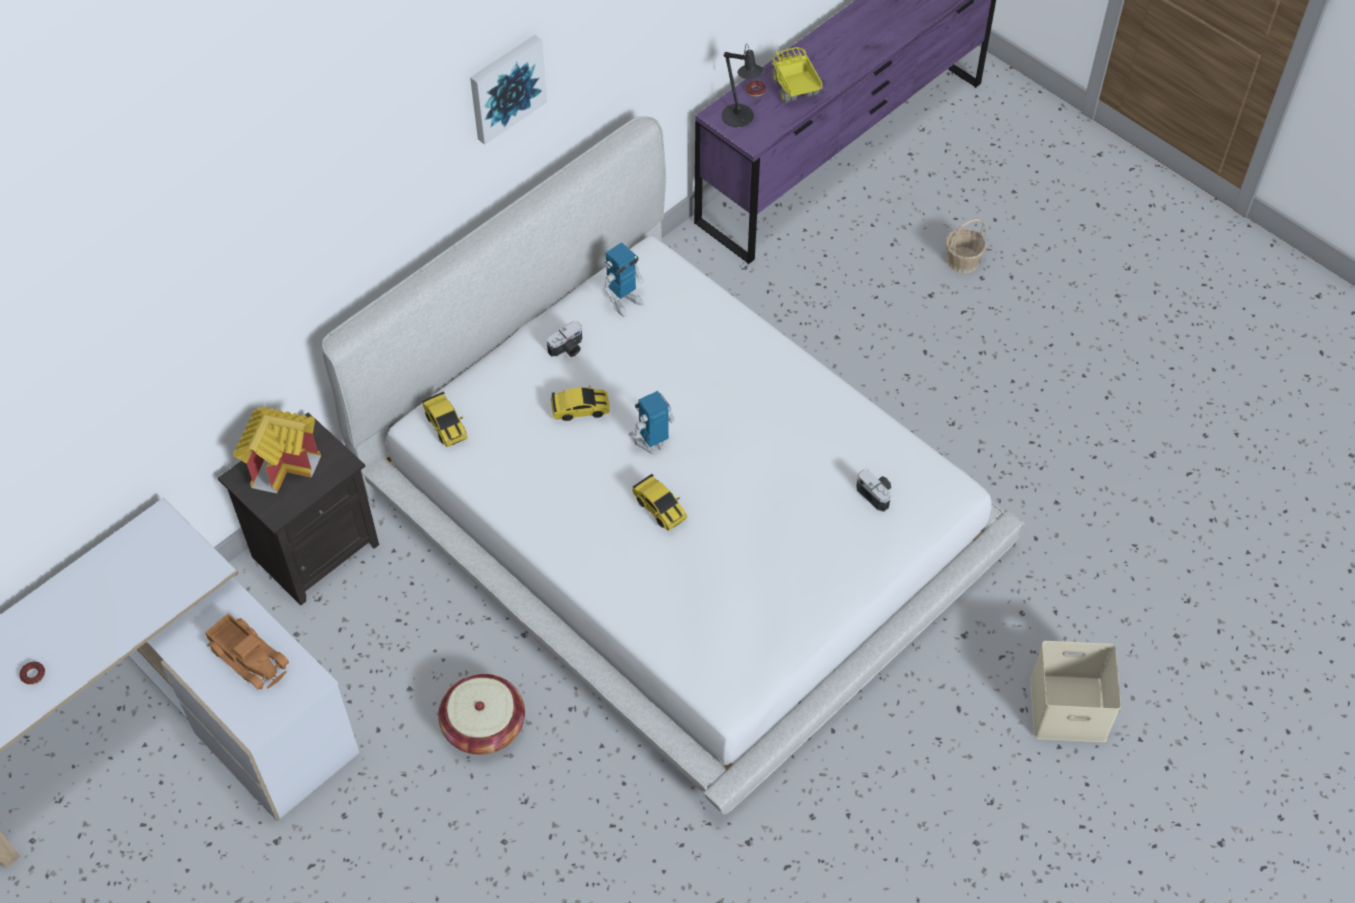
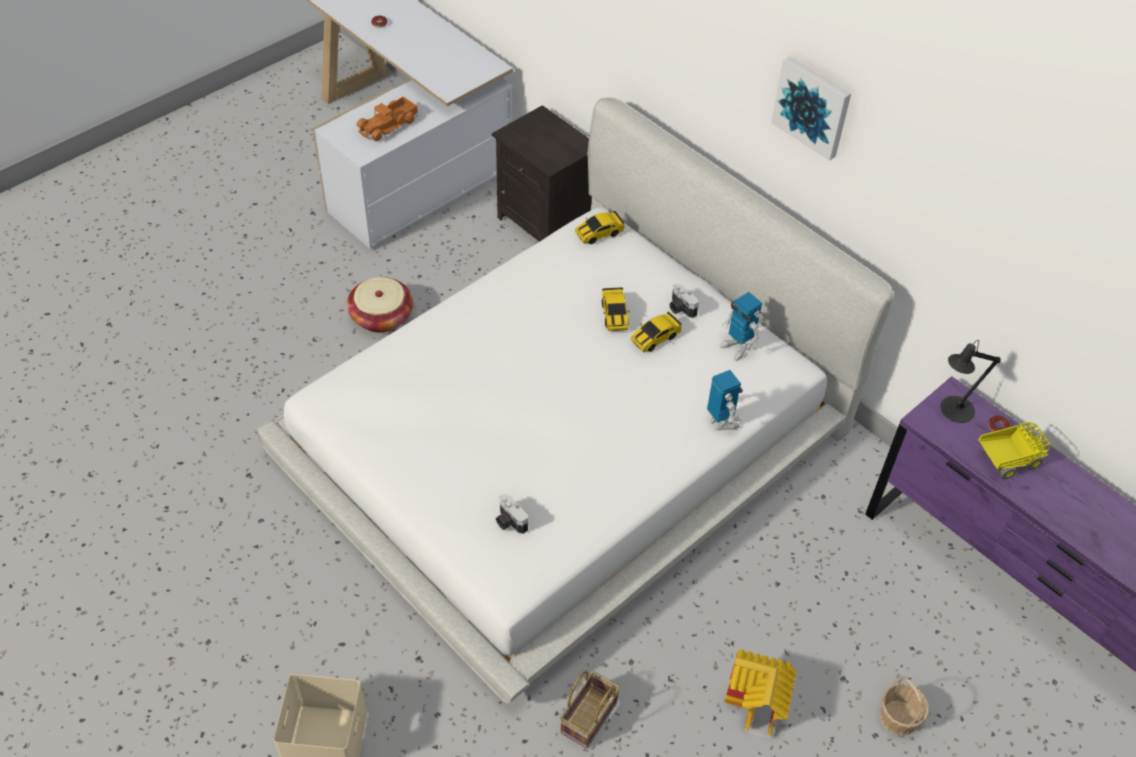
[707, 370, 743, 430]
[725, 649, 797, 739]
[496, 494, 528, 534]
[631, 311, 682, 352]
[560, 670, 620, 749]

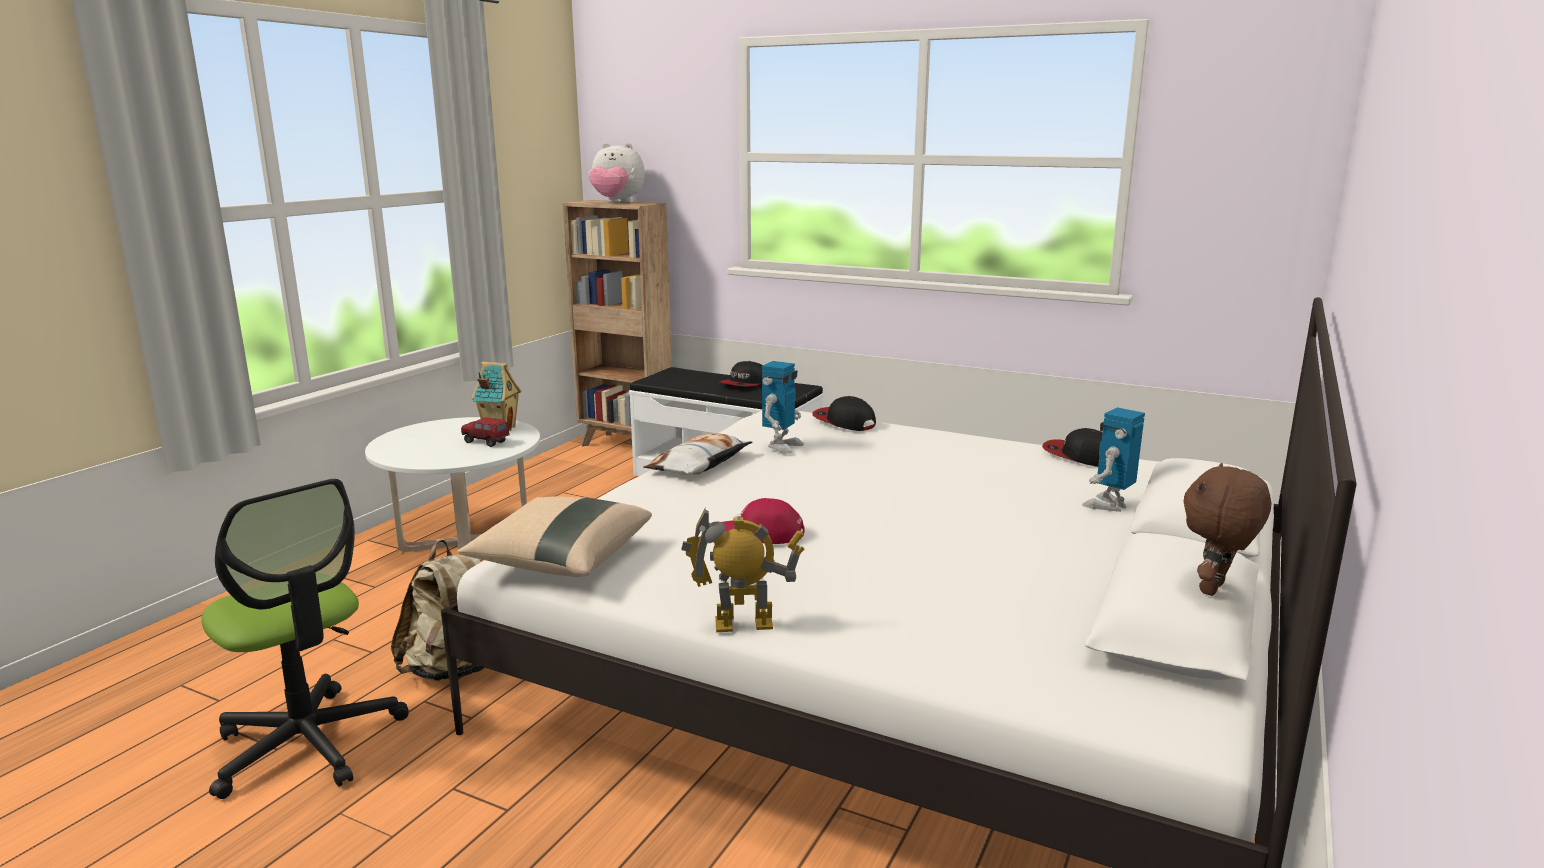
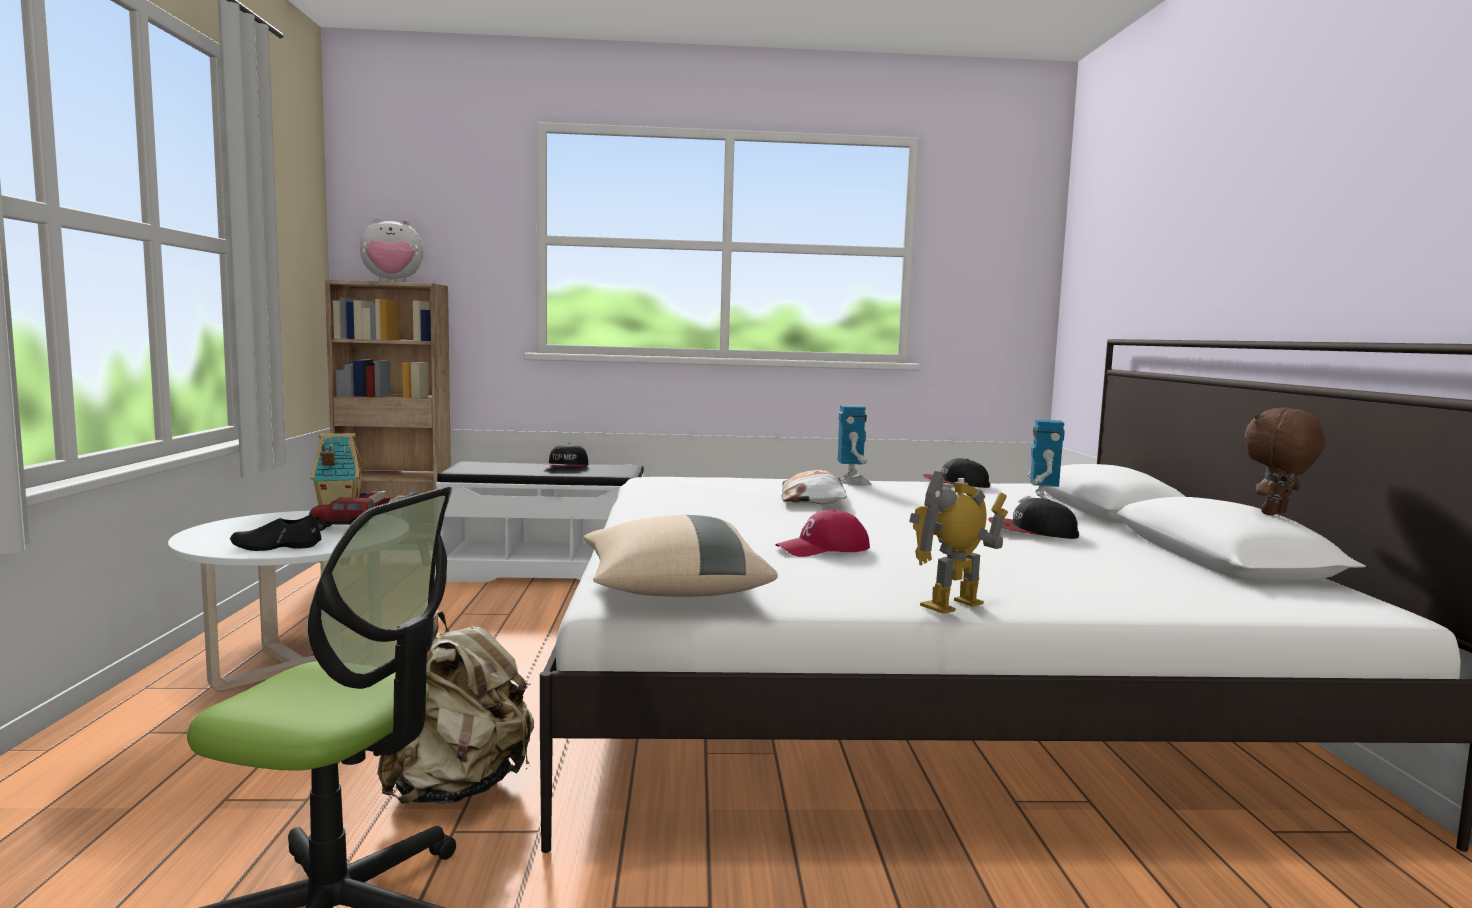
[838, 405, 872, 485]
[988, 498, 1079, 539]
[781, 470, 847, 504]
[1245, 407, 1325, 515]
[230, 513, 322, 551]

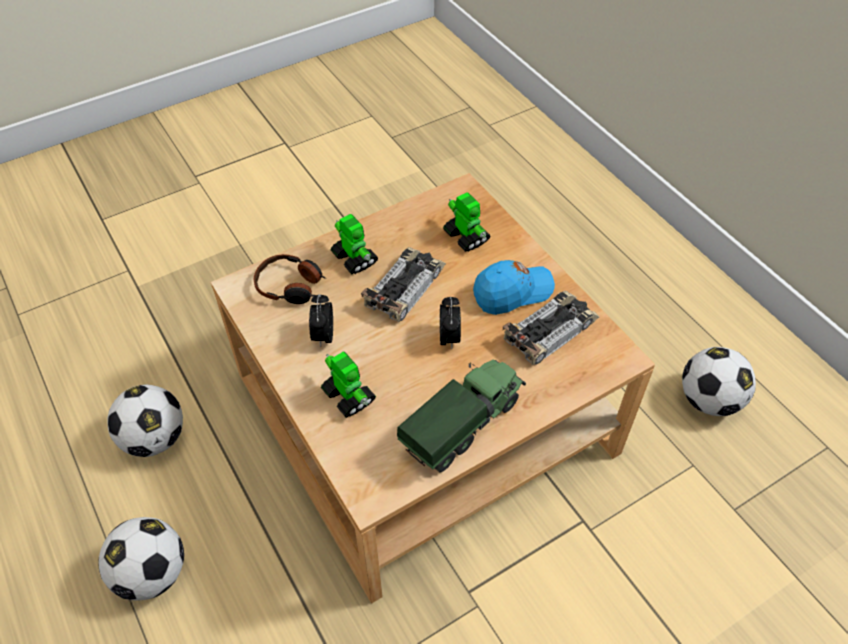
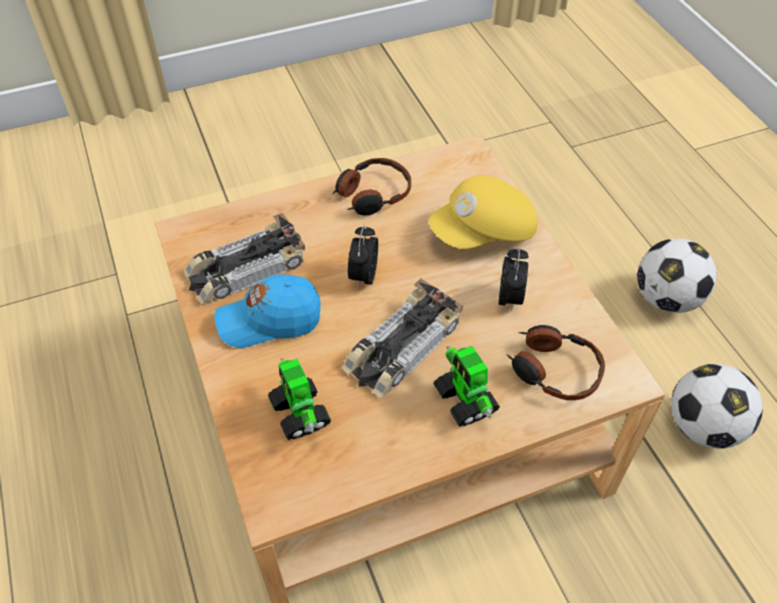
[682, 347, 756, 416] (first image)
[429, 176, 538, 249]
[332, 158, 411, 216]

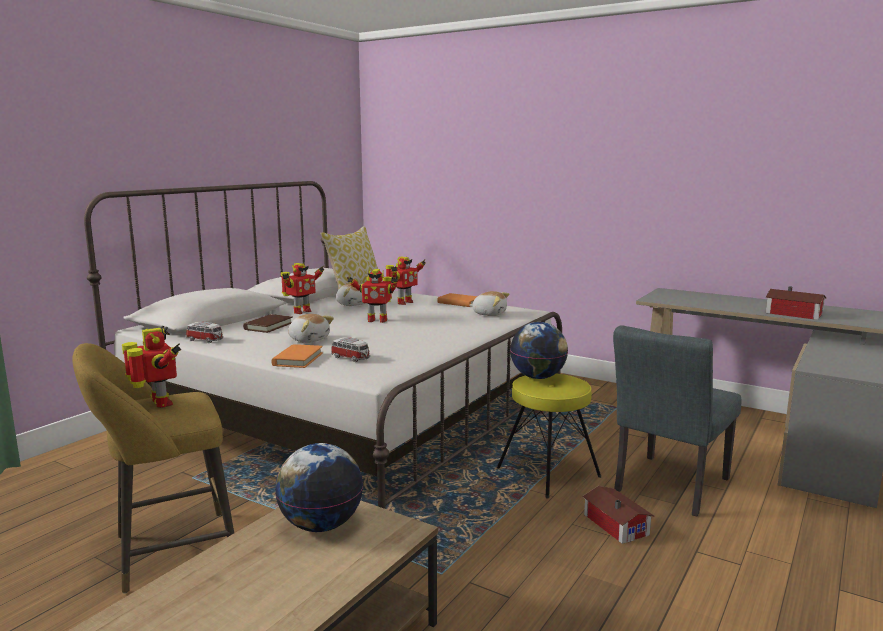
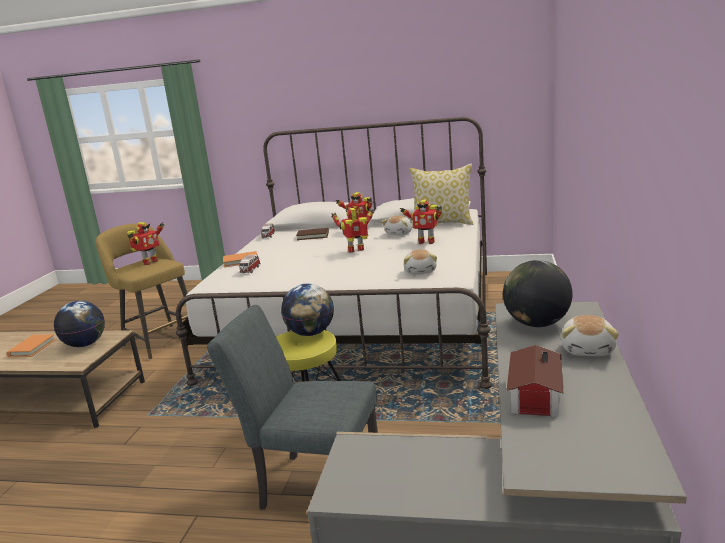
[331, 208, 374, 252]
[6, 334, 56, 357]
[561, 315, 619, 356]
[582, 486, 654, 544] (first image)
[503, 260, 573, 327]

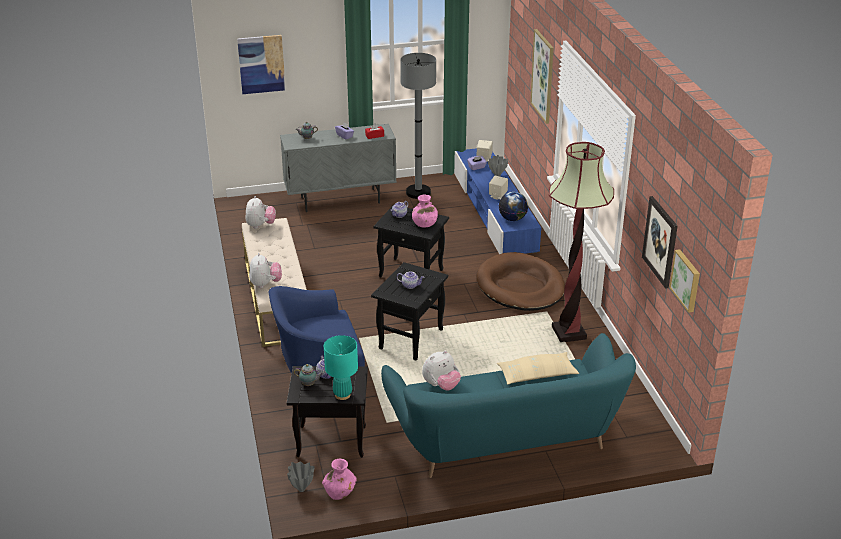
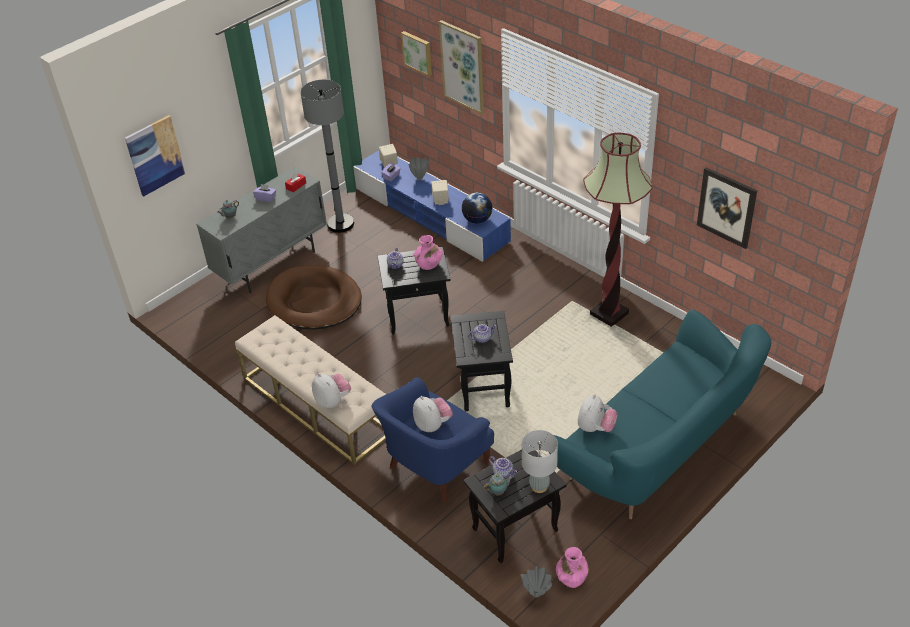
[413, 396, 453, 432]
[401, 31, 432, 76]
[266, 265, 362, 330]
[522, 430, 558, 493]
[497, 352, 579, 384] (first image)

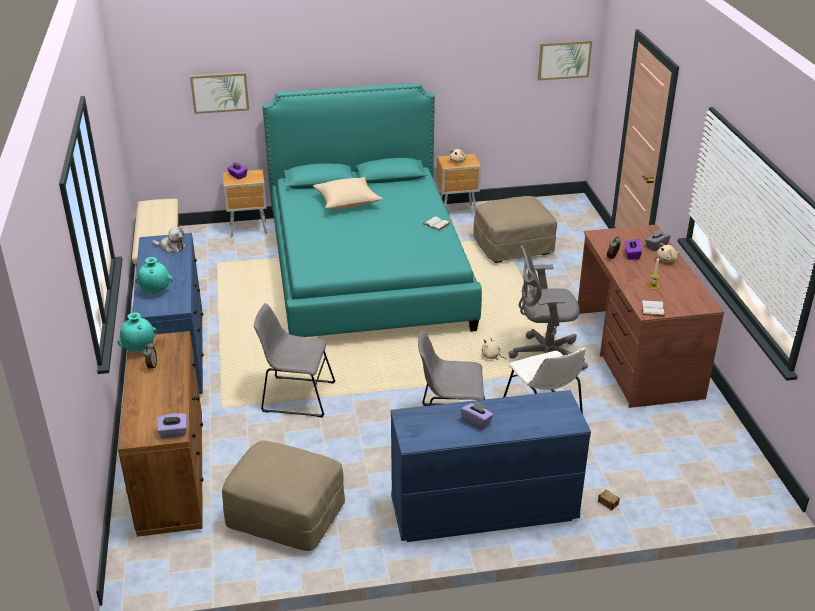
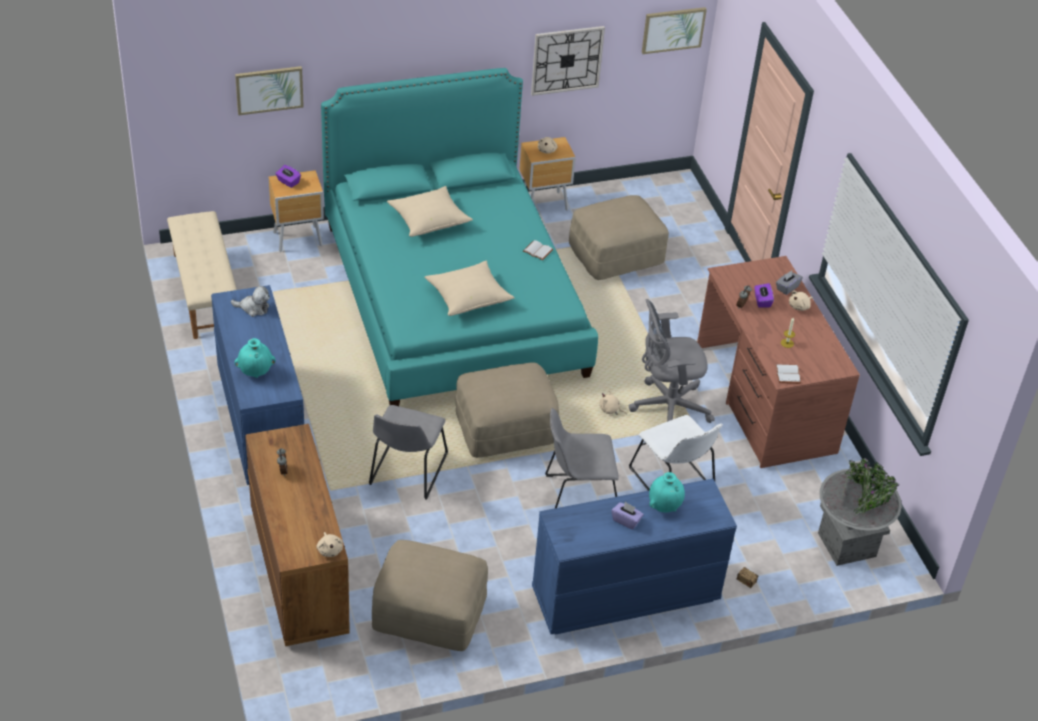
[369, 405, 448, 500]
[649, 472, 685, 512]
[316, 532, 343, 557]
[531, 26, 605, 96]
[424, 261, 515, 316]
[456, 363, 559, 458]
[818, 457, 902, 566]

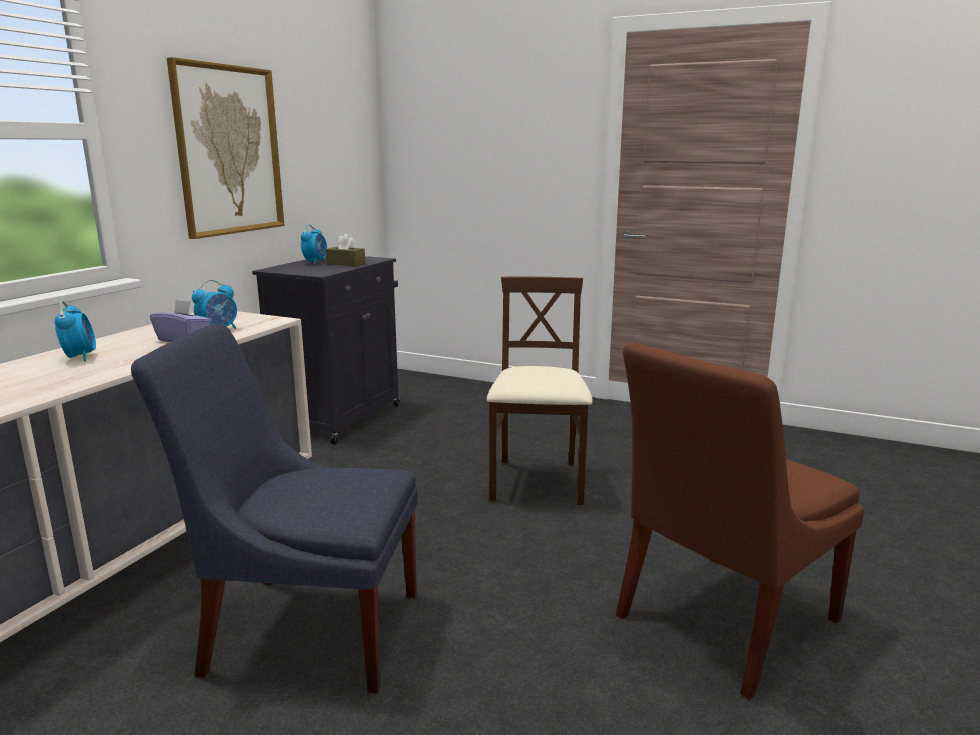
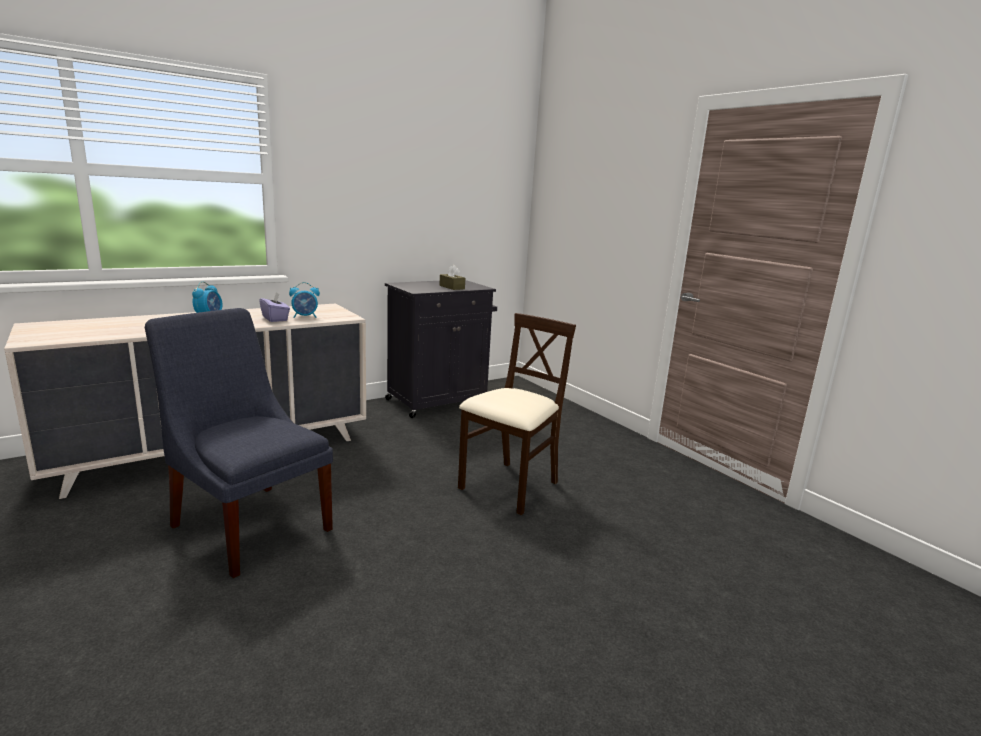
[167, 57, 285, 239] (first image)
[301, 225, 327, 264] (first image)
[616, 343, 864, 700] (first image)

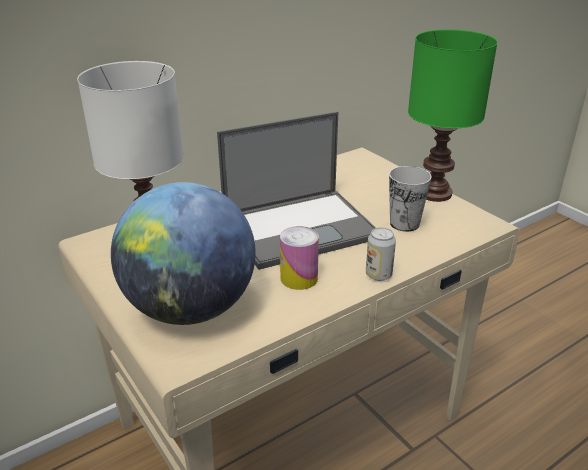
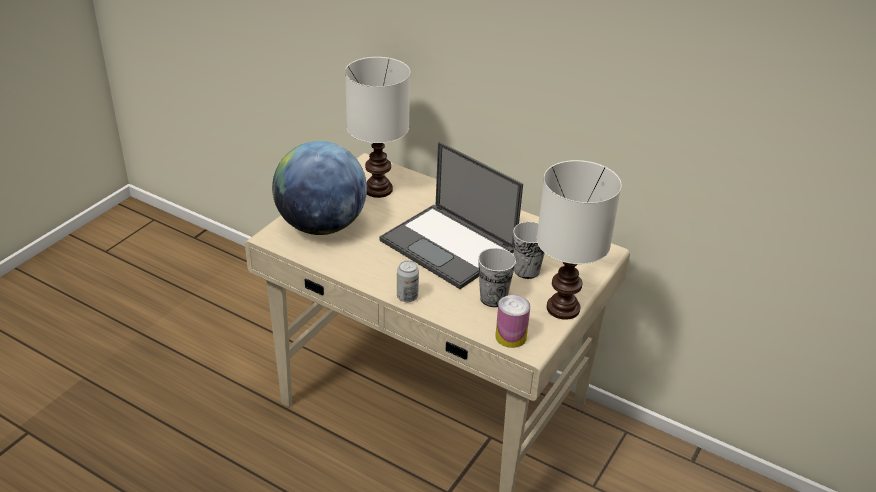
[537, 160, 621, 320]
[495, 295, 531, 348]
[513, 222, 545, 279]

